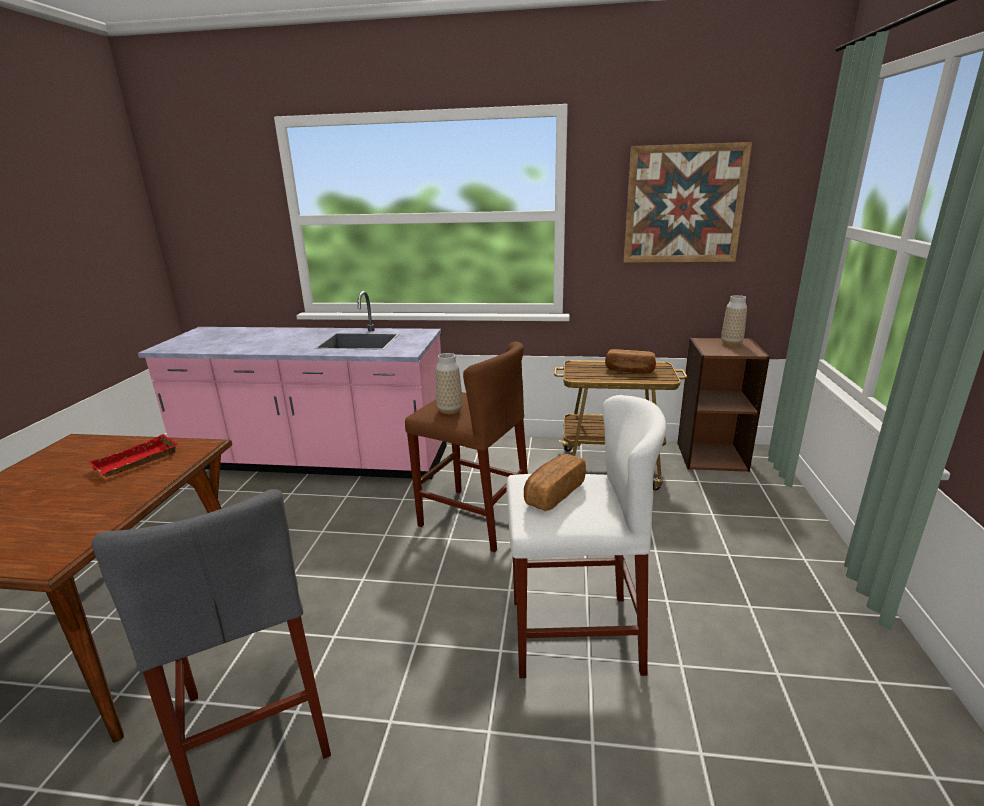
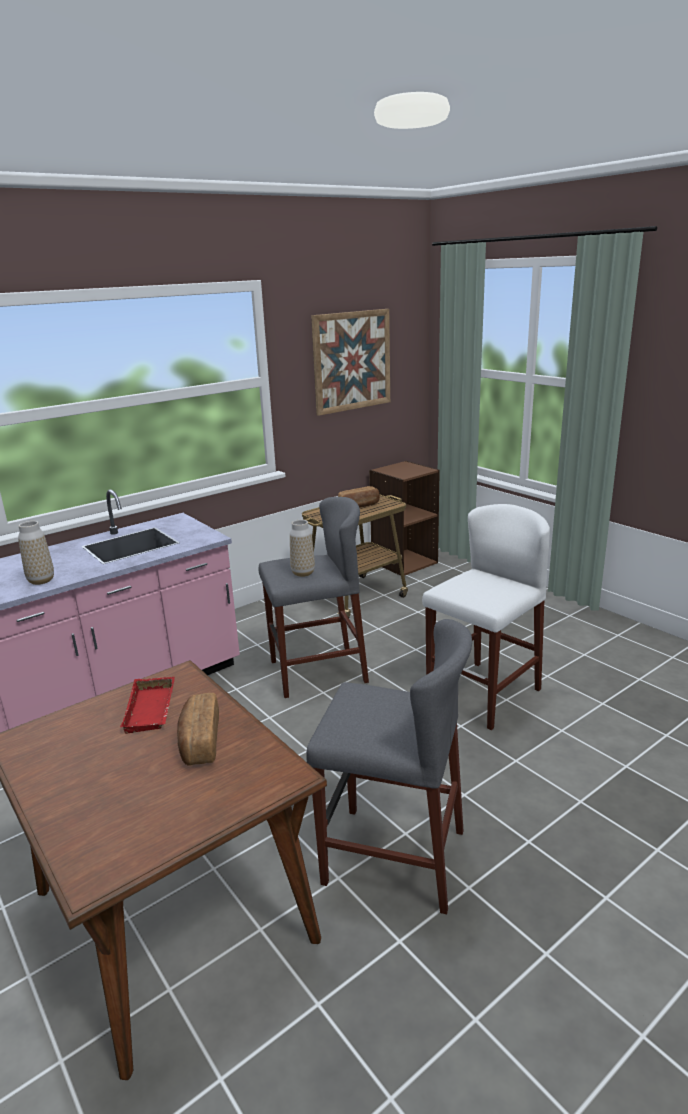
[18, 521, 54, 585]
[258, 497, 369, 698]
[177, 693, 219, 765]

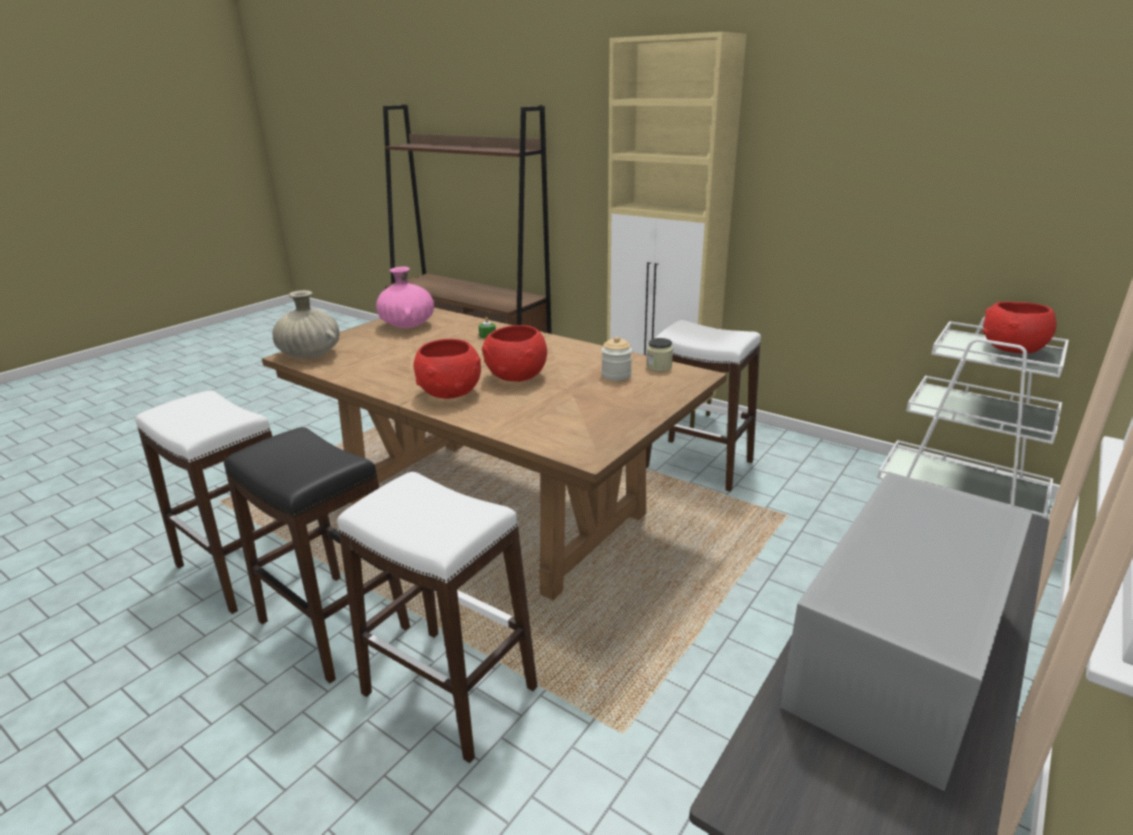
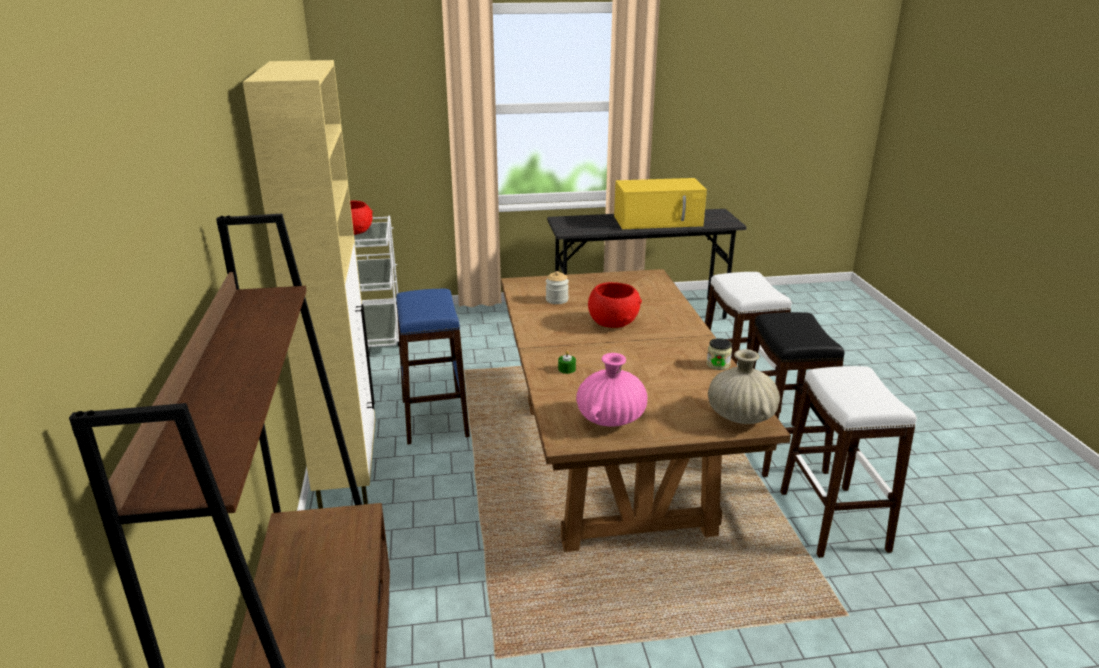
[396, 289, 470, 444]
[707, 338, 732, 370]
[413, 339, 481, 399] (first image)
[614, 178, 707, 229]

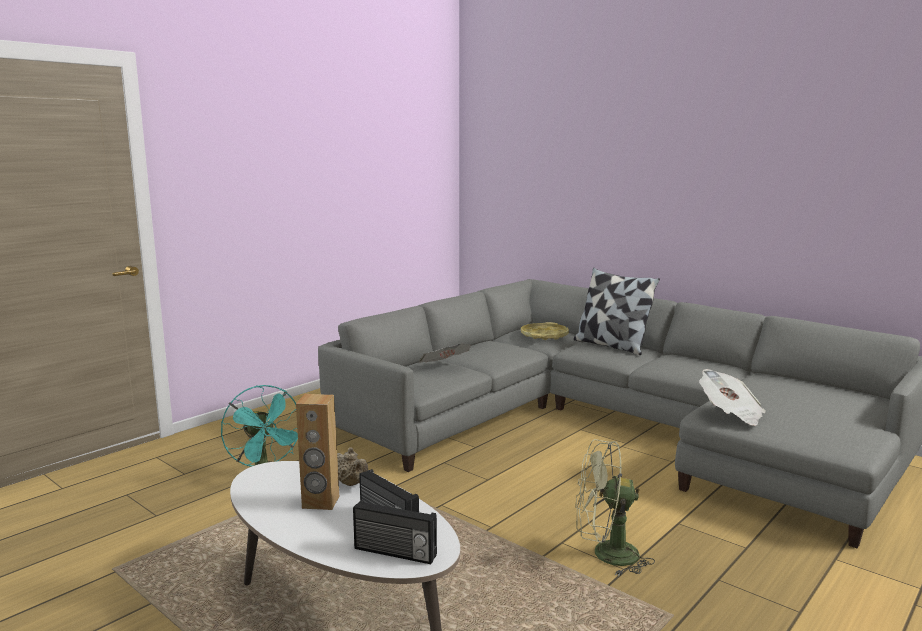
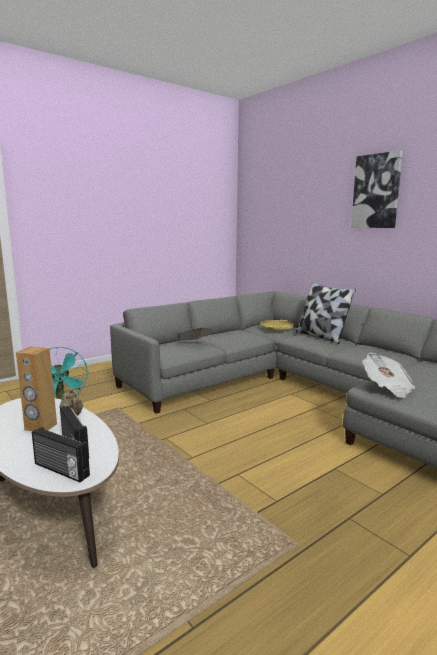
[575, 439, 655, 576] (first image)
[351, 150, 403, 228]

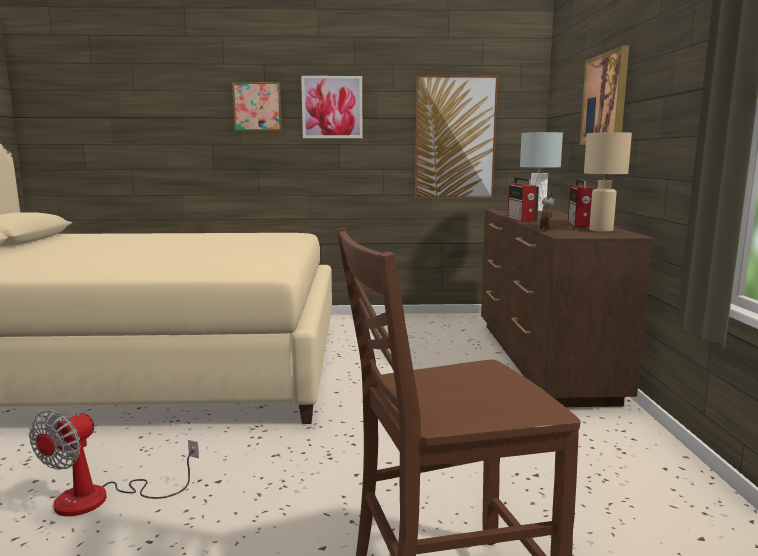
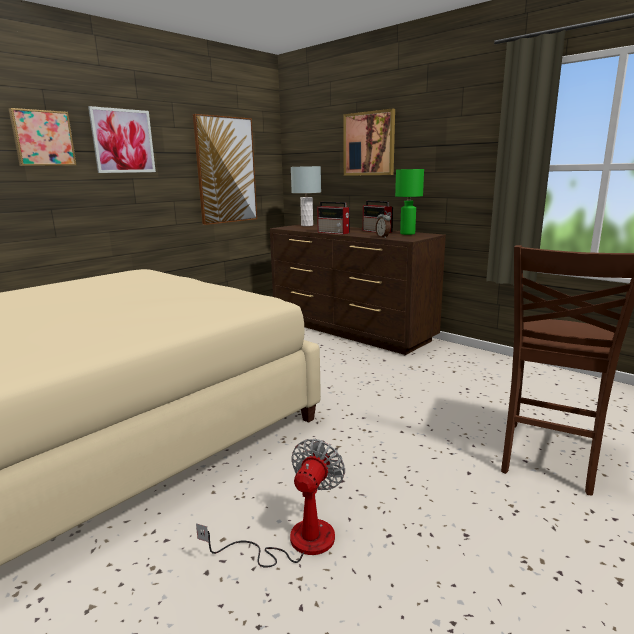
[395, 169, 424, 235]
[196, 439, 345, 568]

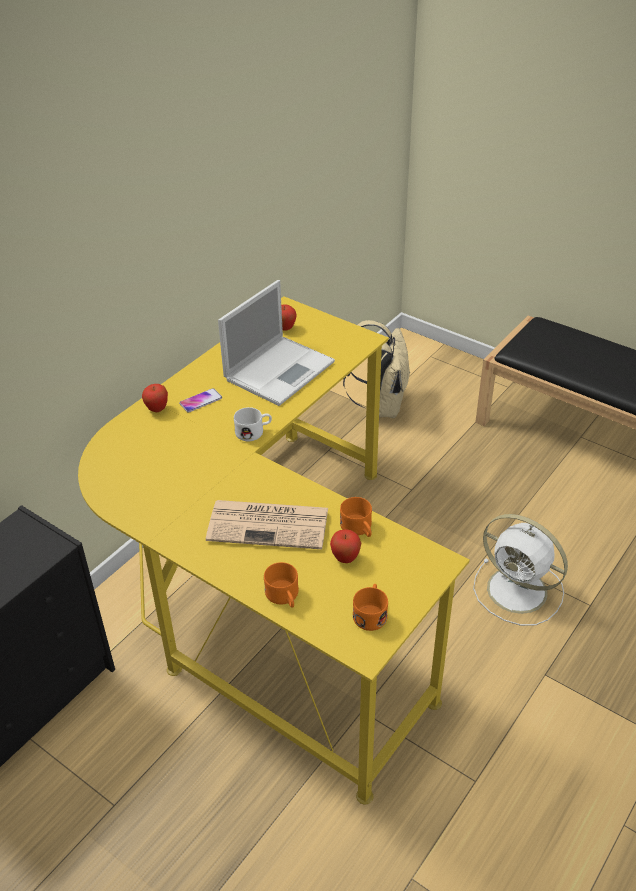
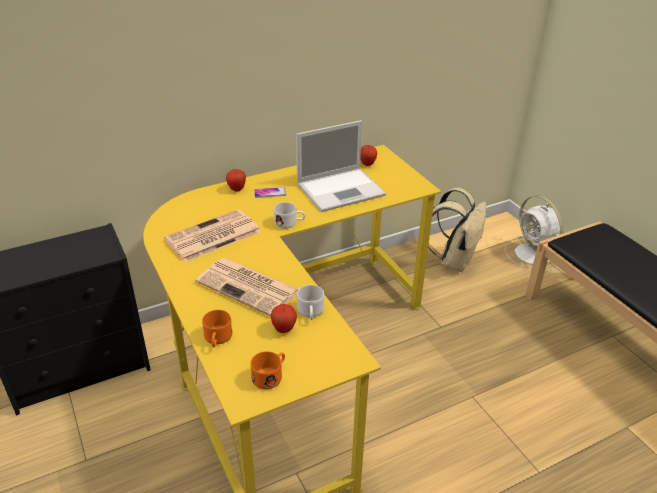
[297, 285, 324, 320]
[505, 195, 564, 272]
[164, 209, 261, 262]

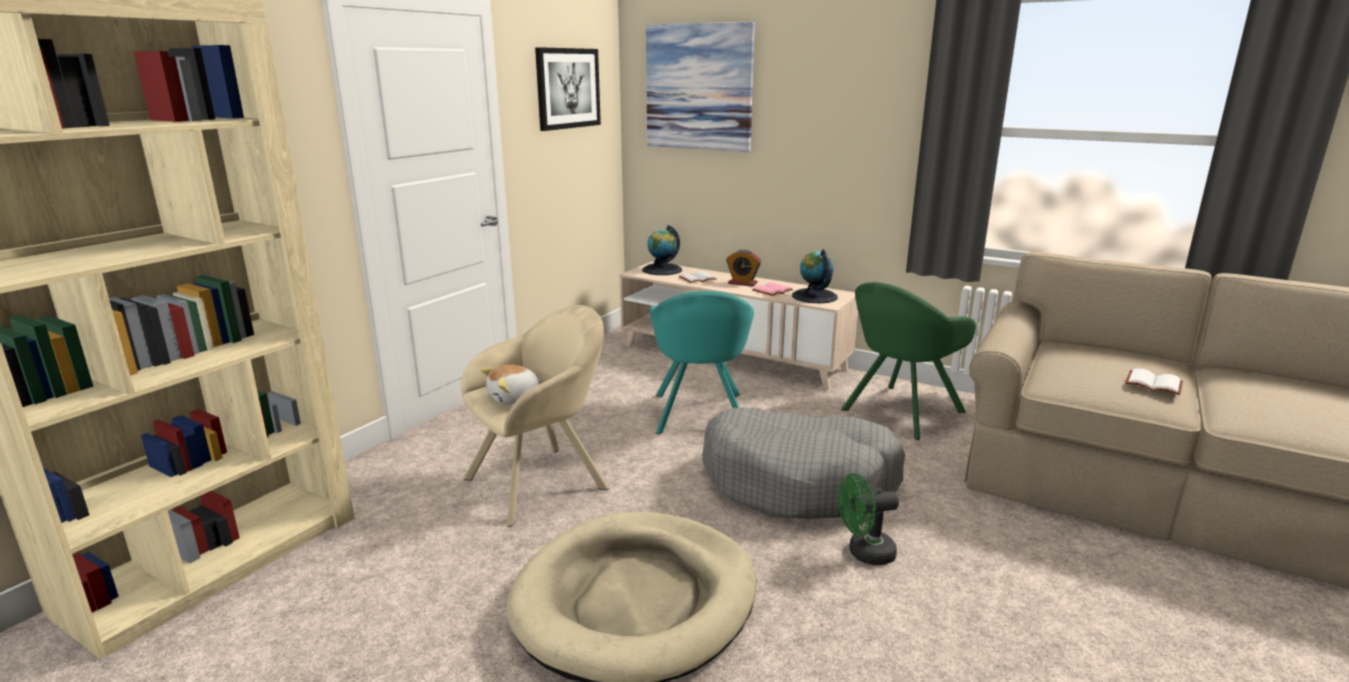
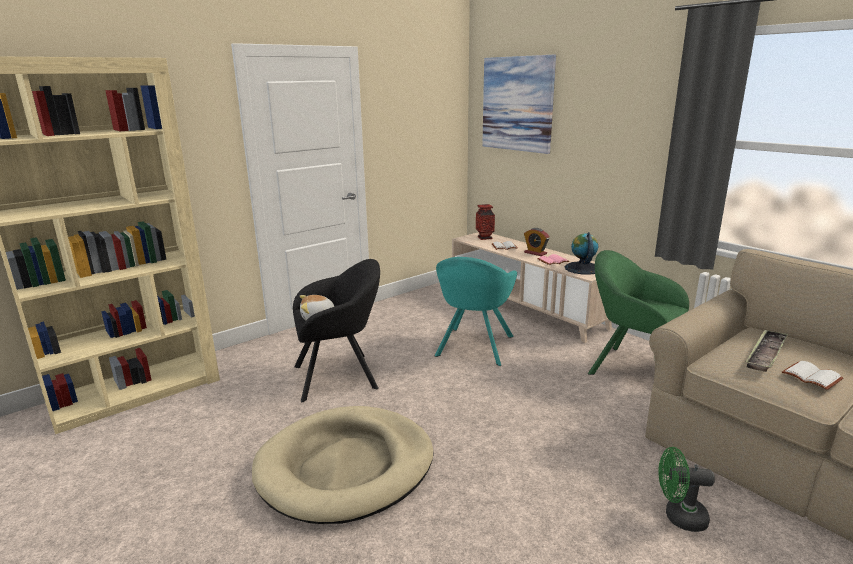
[535, 47, 601, 131] (first image)
[476, 204, 495, 240]
[588, 250, 689, 375]
[293, 259, 380, 402]
[702, 408, 905, 519] (first image)
[659, 447, 715, 532]
[746, 329, 788, 372]

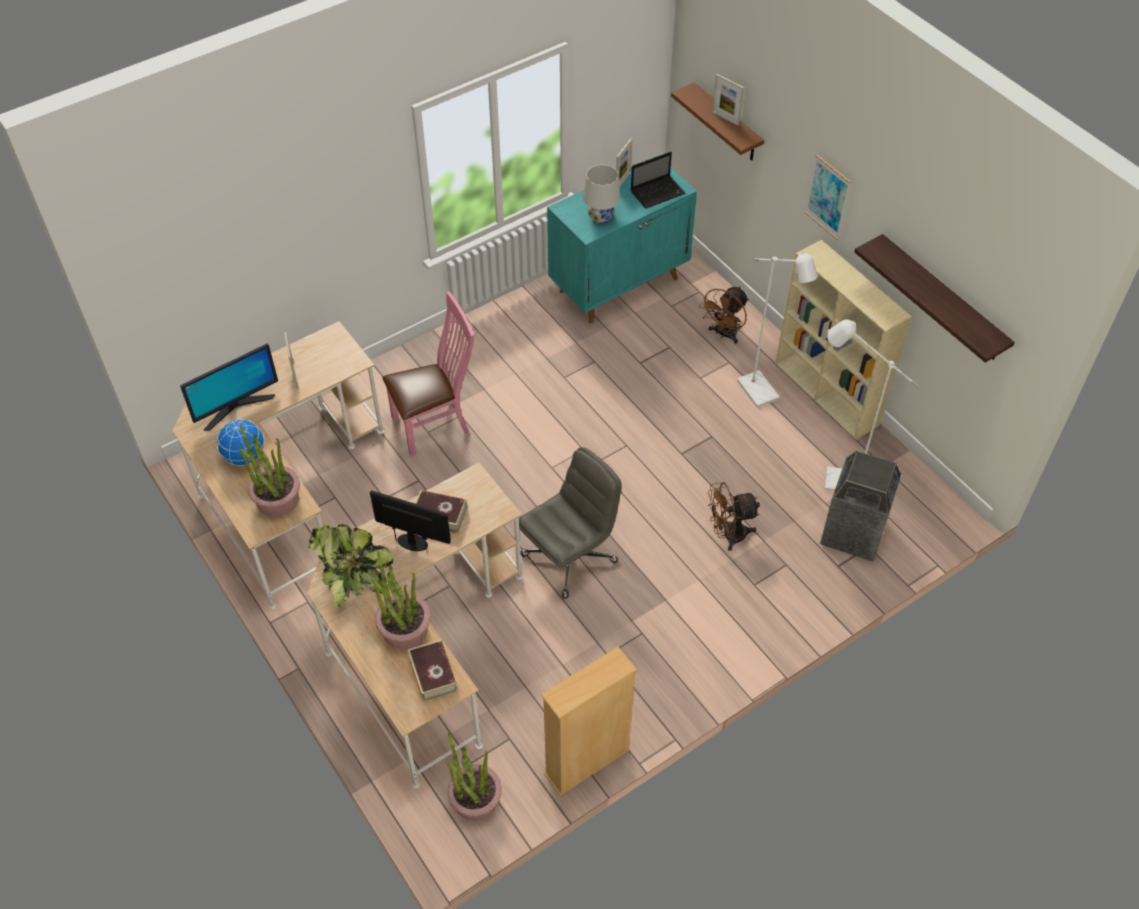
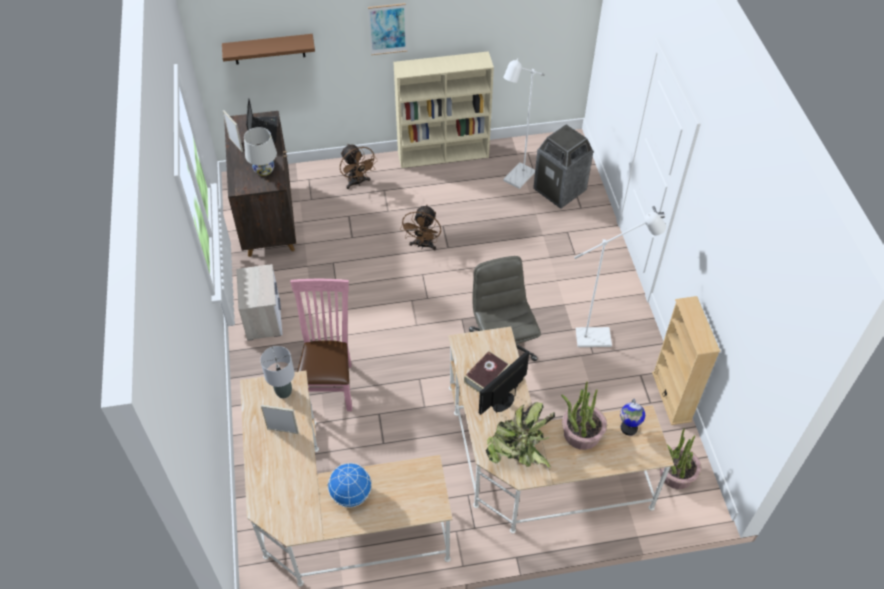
[712, 74, 744, 126] (first image)
[224, 111, 296, 257]
[854, 234, 1015, 363] (first image)
[574, 212, 666, 347]
[180, 344, 278, 431] (first image)
[239, 425, 300, 517] (first image)
[400, 205, 441, 250]
[620, 399, 645, 436]
[236, 264, 283, 341]
[260, 346, 295, 398]

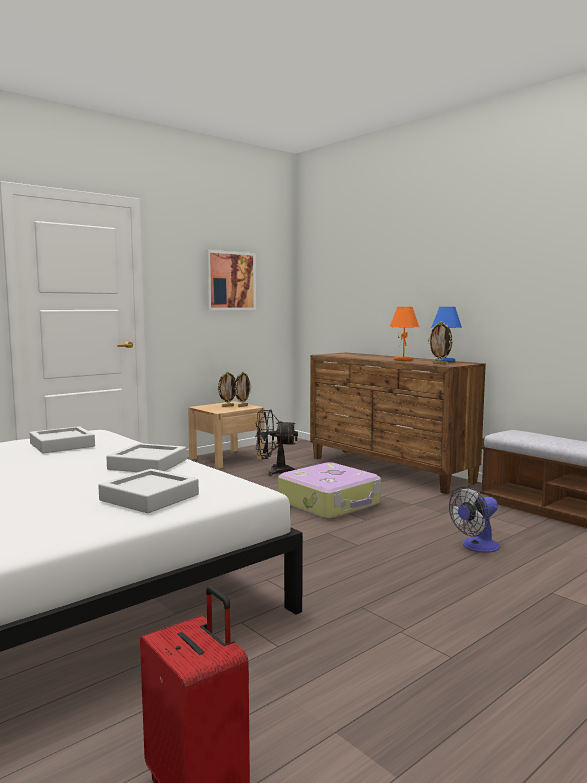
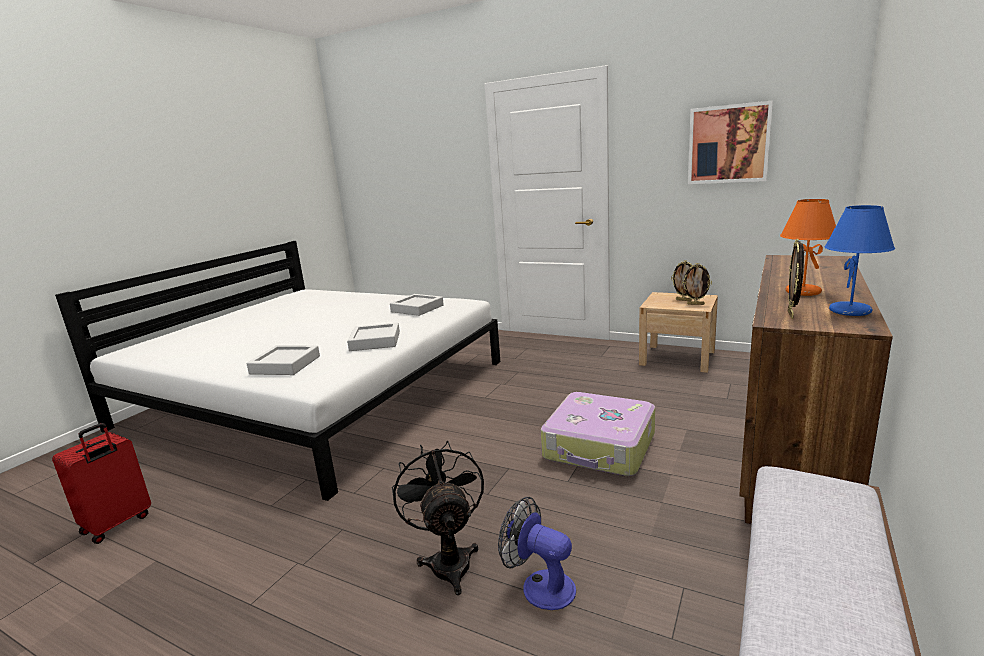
[392, 441, 484, 595]

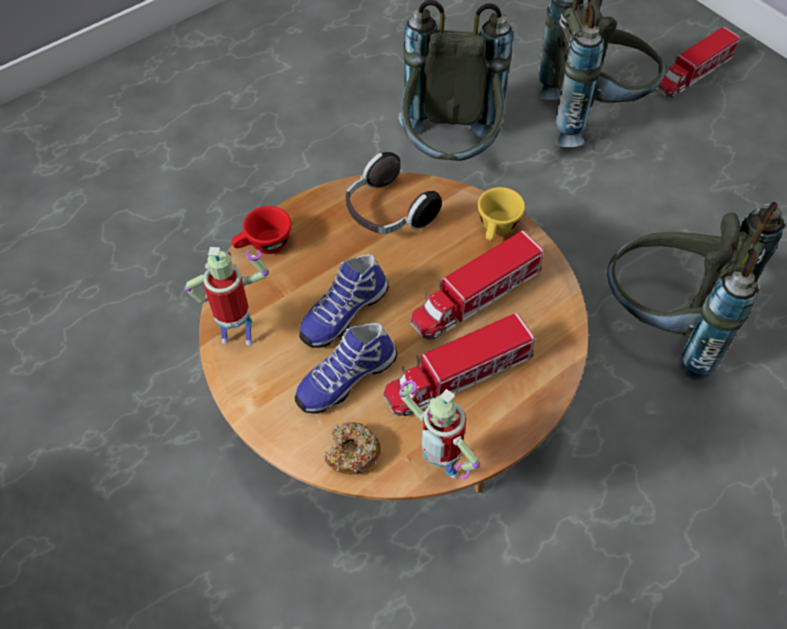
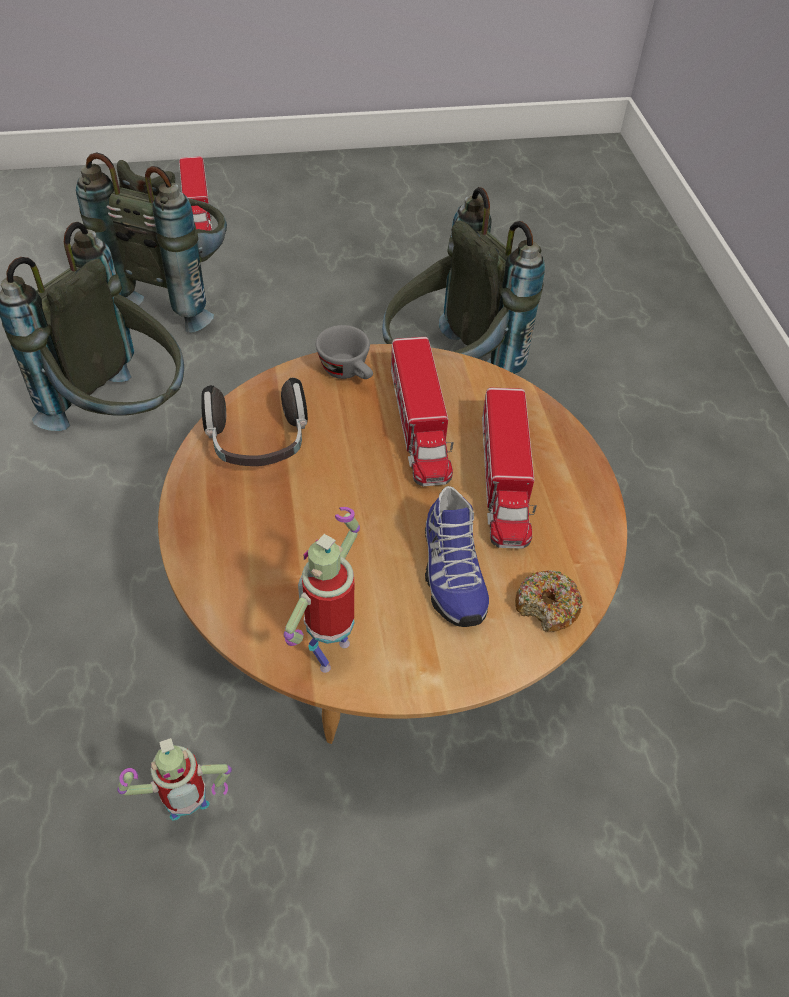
[316, 325, 373, 379]
[232, 206, 291, 254] (first image)
[299, 254, 389, 348] (first image)
[118, 738, 232, 821]

